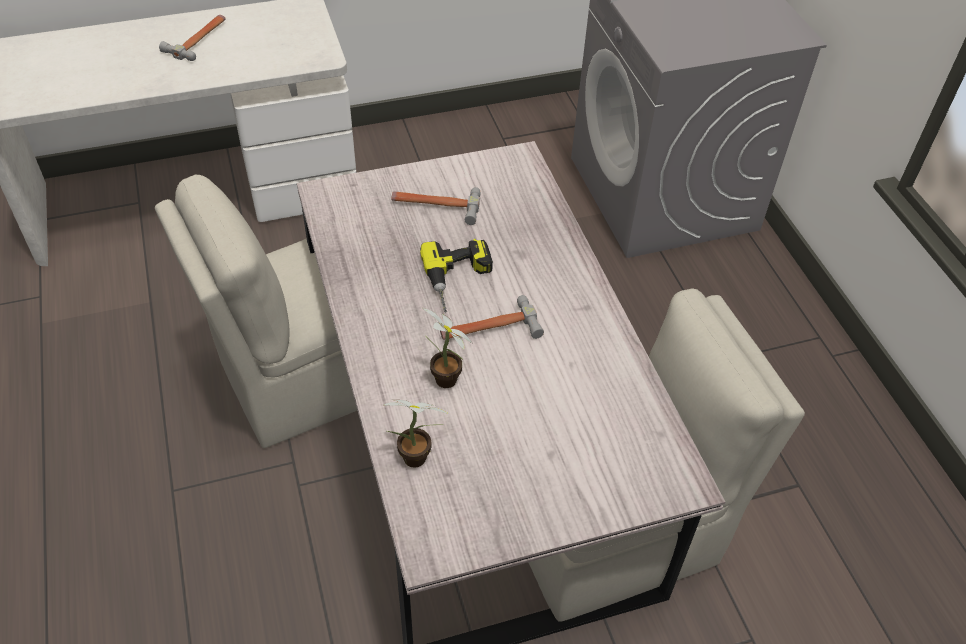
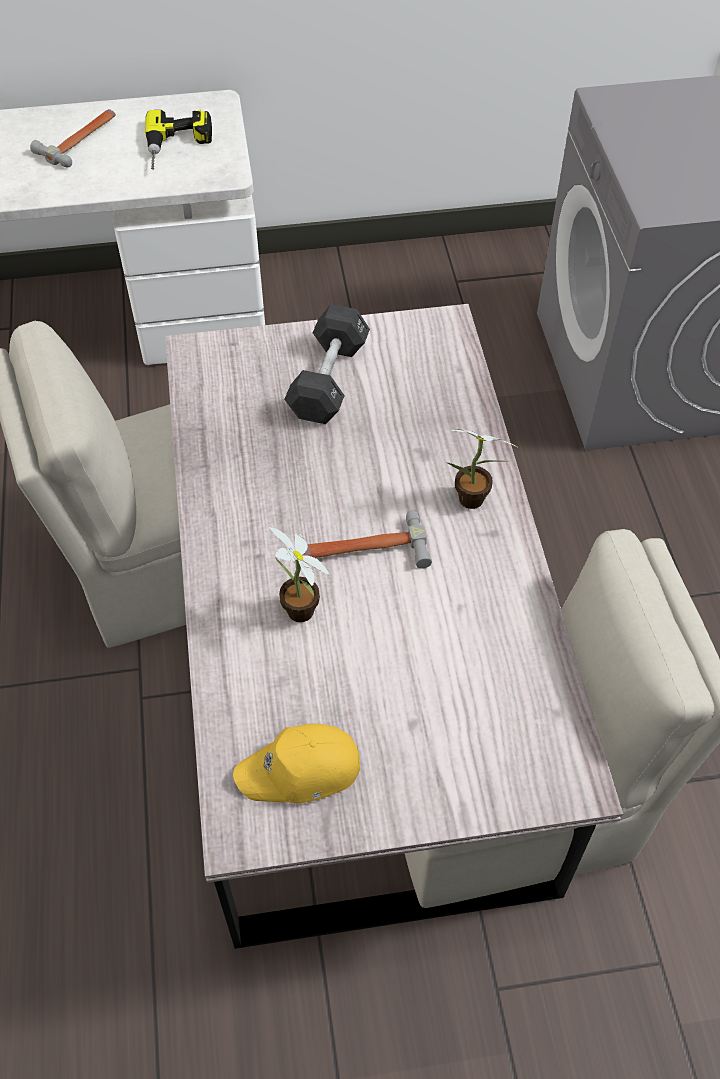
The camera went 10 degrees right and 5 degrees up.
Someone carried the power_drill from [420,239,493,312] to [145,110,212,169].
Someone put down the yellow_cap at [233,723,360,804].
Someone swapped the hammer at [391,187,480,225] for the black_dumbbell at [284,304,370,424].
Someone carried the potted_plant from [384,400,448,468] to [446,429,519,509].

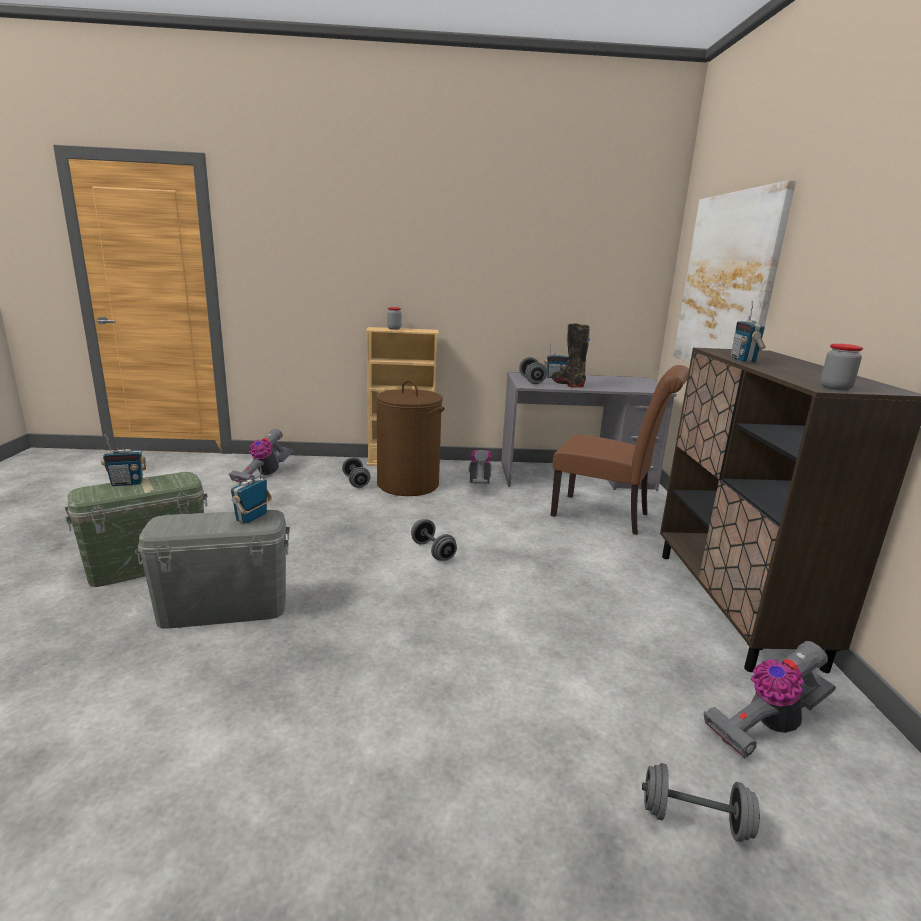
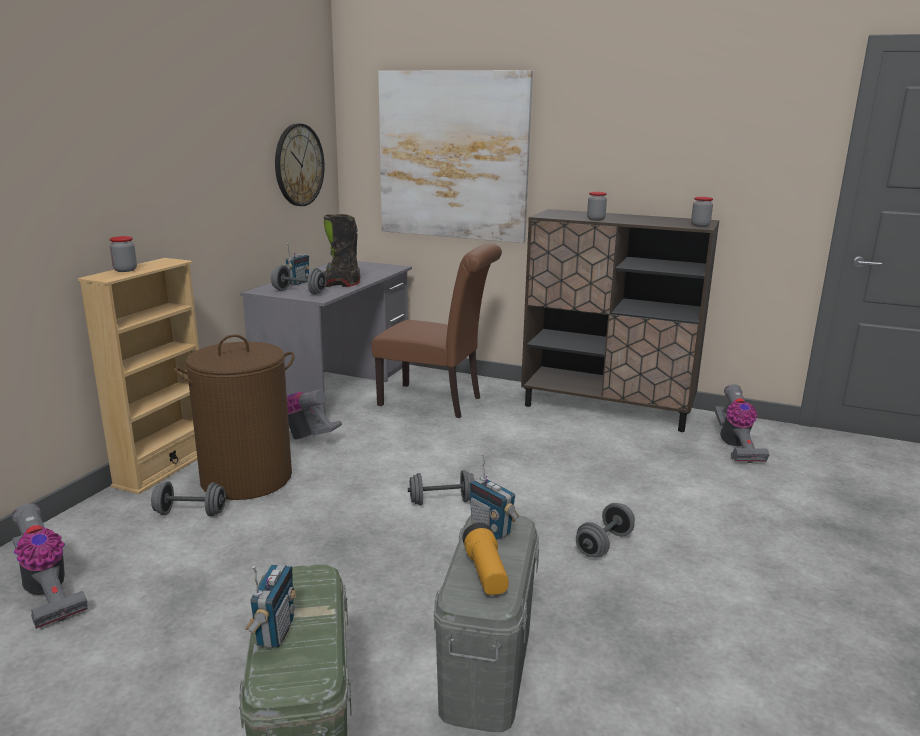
The camera went 65 degrees left and 0 degrees up.
Someone put up the wall_clock at [275,123,325,206].
Someone rotated the brown_chair at [551,365,689,535] by 60 degrees clockwise.
Someone put down the flashlight at [462,523,509,595].
Someone carried the grey_dumbbell from [642,763,760,842] to [576,503,635,557].
Someone swapped the radio at [731,301,765,362] for the jar at [587,192,607,221].

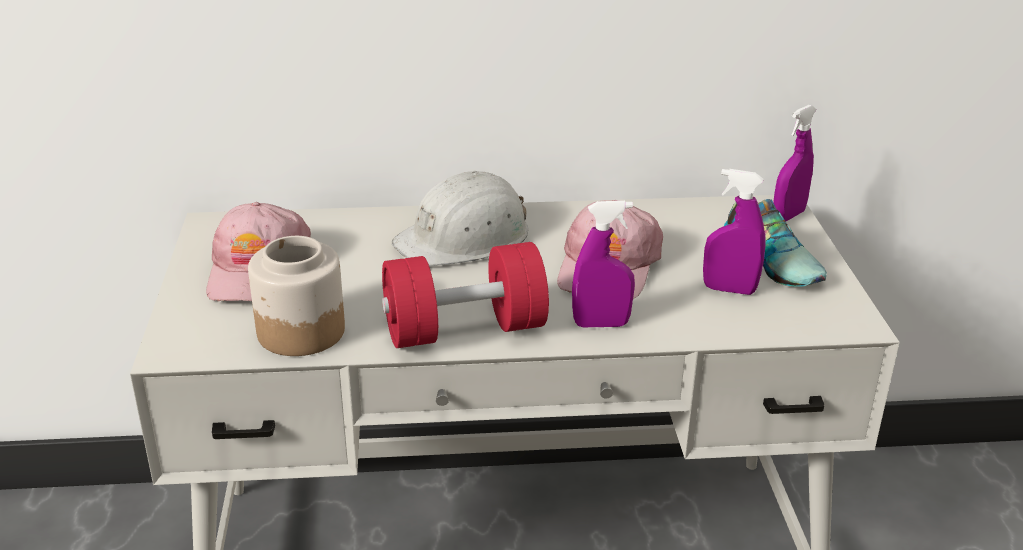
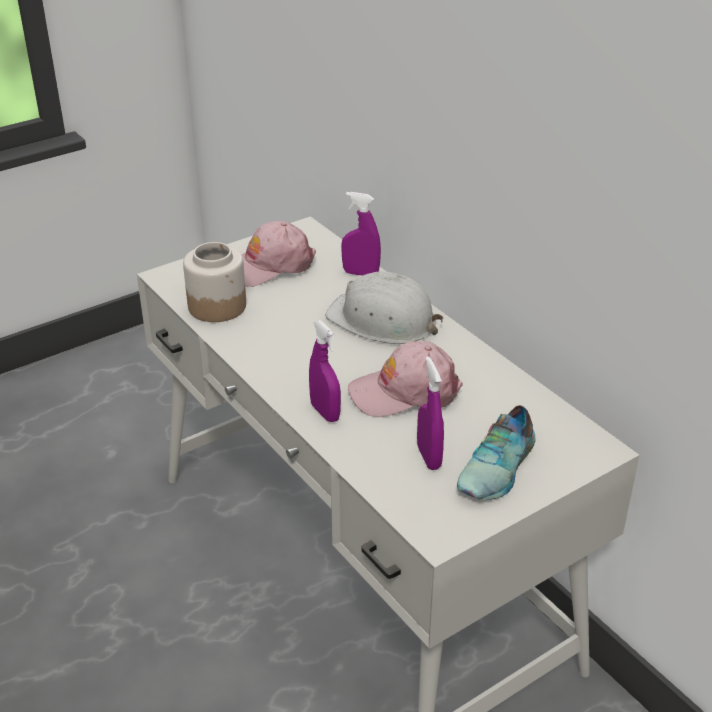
The camera went 60 degrees right and 5 degrees up.
Someone carried the purple_spray_bottle from [773,105,817,222] to [341,192,381,276].
Someone took away the red_dumbbell at [382,242,549,348].

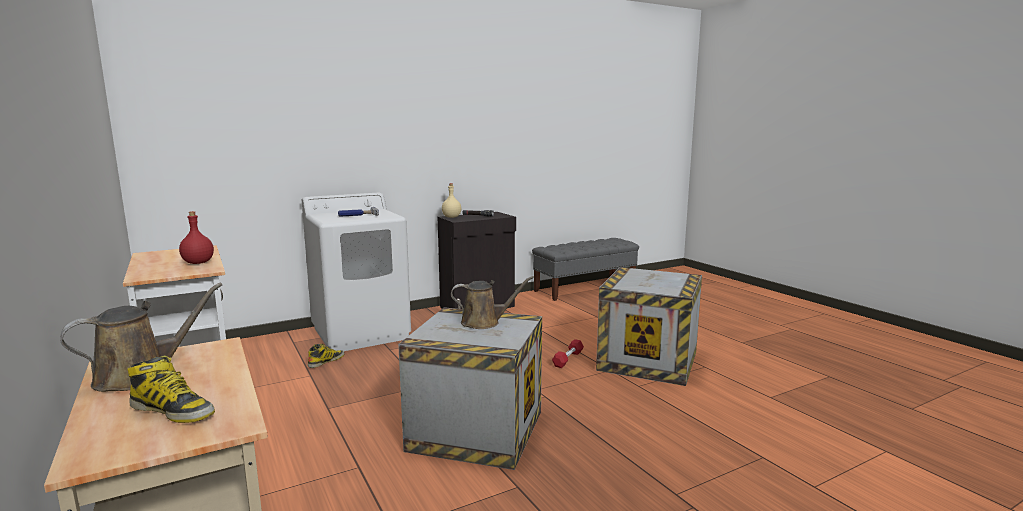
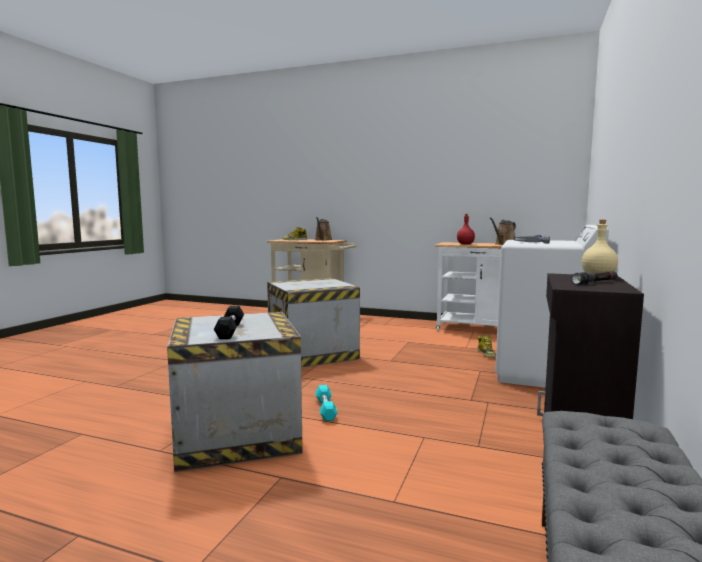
The camera went 140 degrees right and 5 degrees down.
Someone put down the black_dumbbell at [214,306,244,339].
Someone repainted the red_dumbbell at [552,339,584,368], which became the turquoise_dumbbell at [315,385,338,421].
Someone carried the brown_watering_can from [451,276,534,329] to [490,218,516,245].

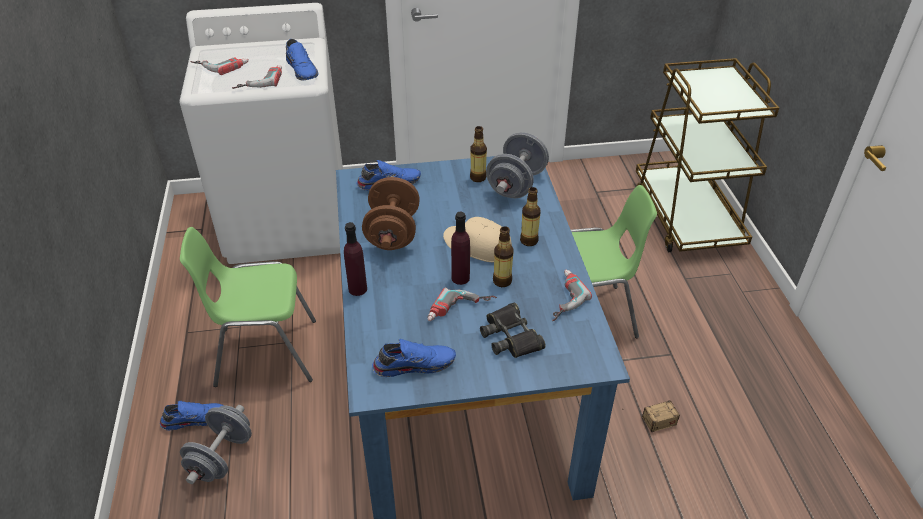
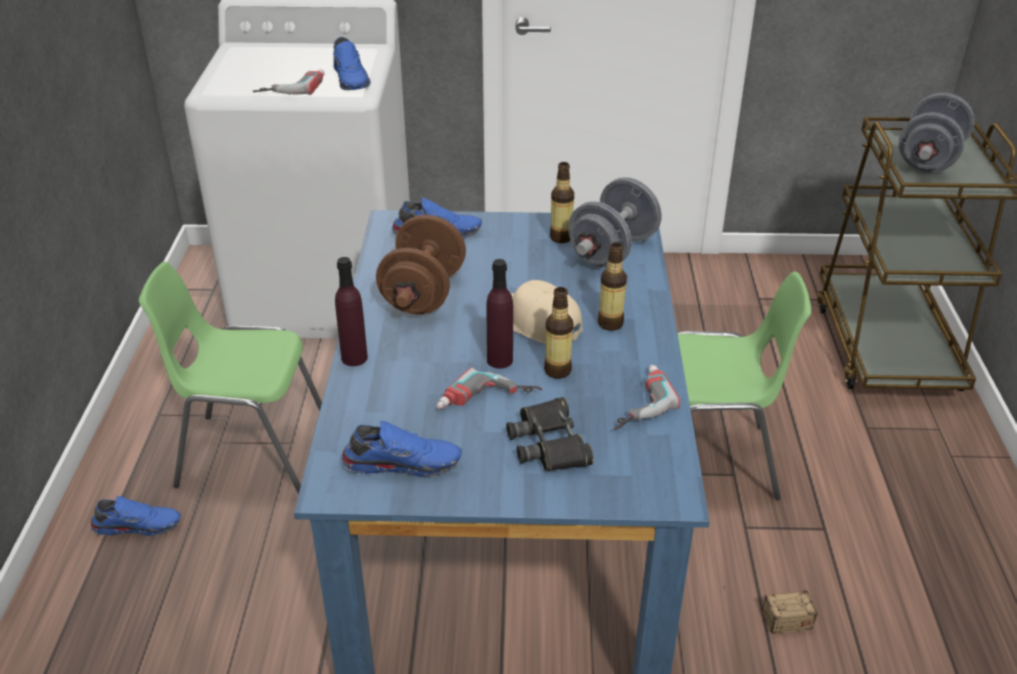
The camera went 10 degrees right and 5 degrees down.
Someone carried the grey_dumbbell from [180,405,252,484] to [898,93,975,173].
Someone took away the power_drill at [190,57,249,75].

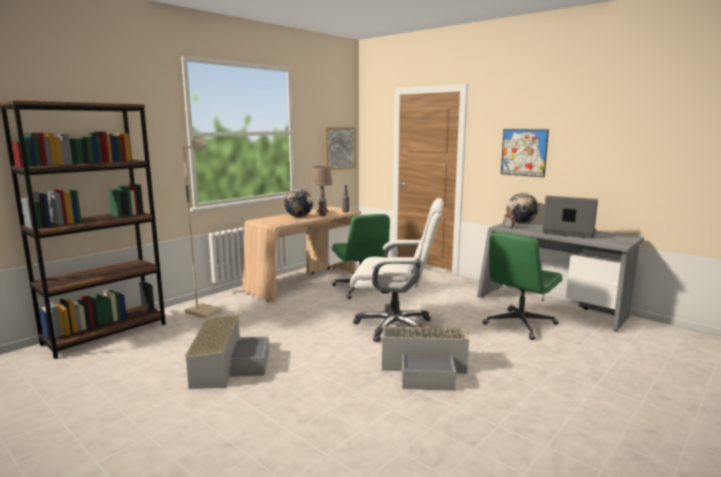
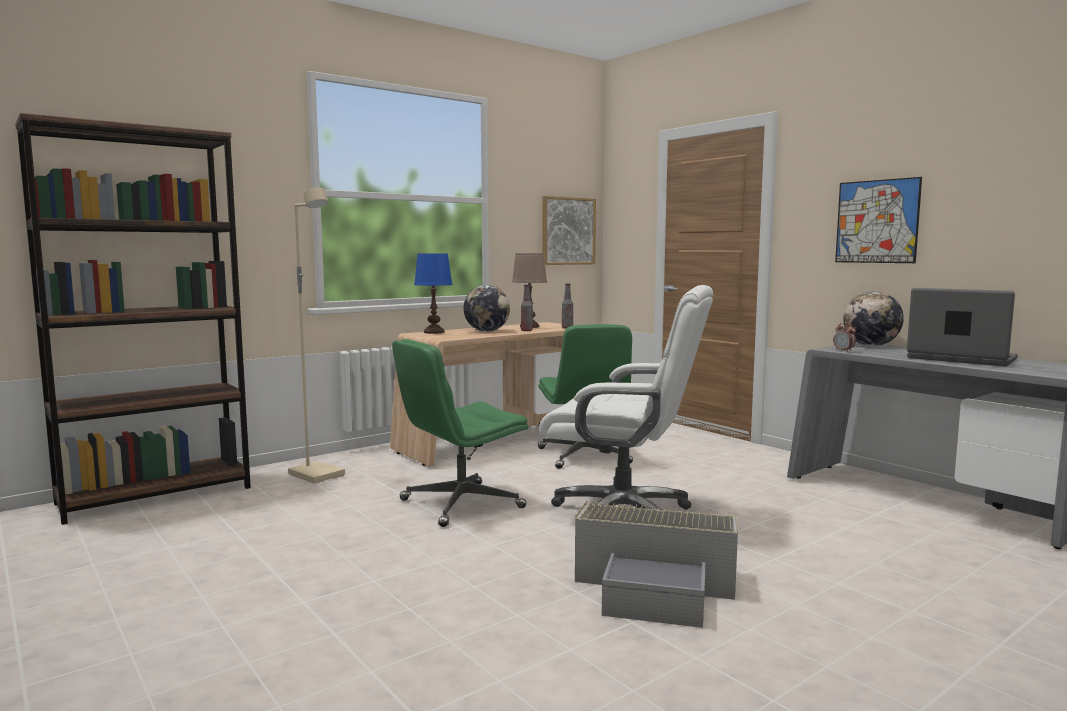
The camera went 10 degrees right and 5 degrees down.
Someone carried the green_office_chair from [483,232,563,340] to [392,339,528,527].
Someone put down the blue_table_lamp at [414,253,452,334].
Someone took away the grey_storage_box at [185,315,269,389].

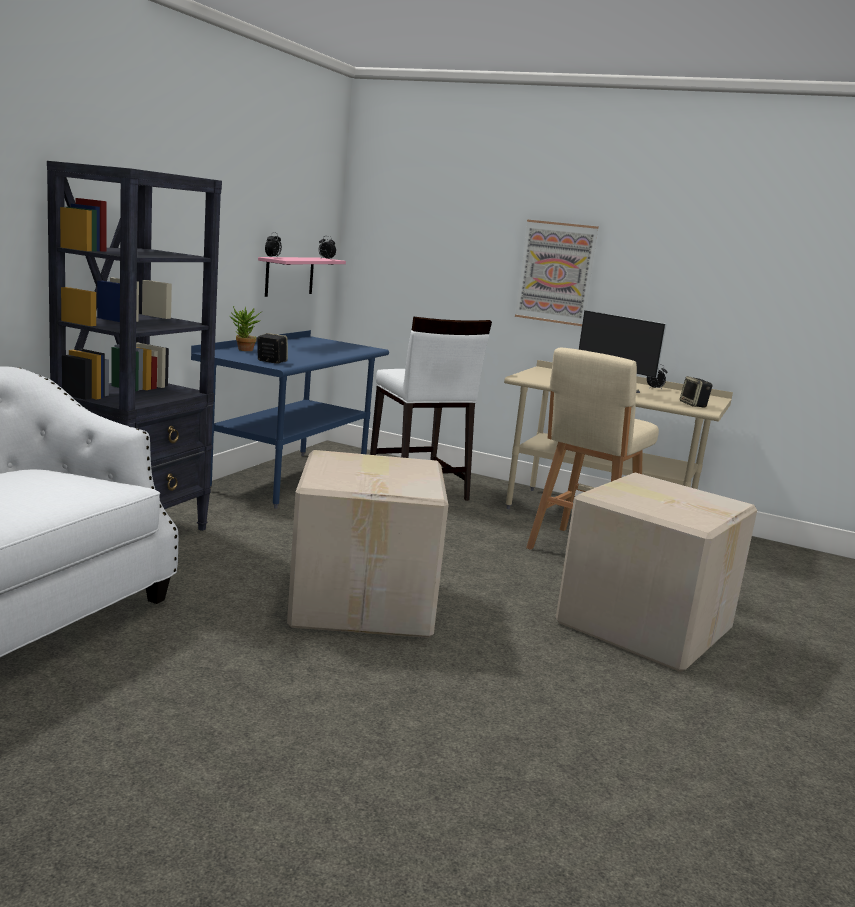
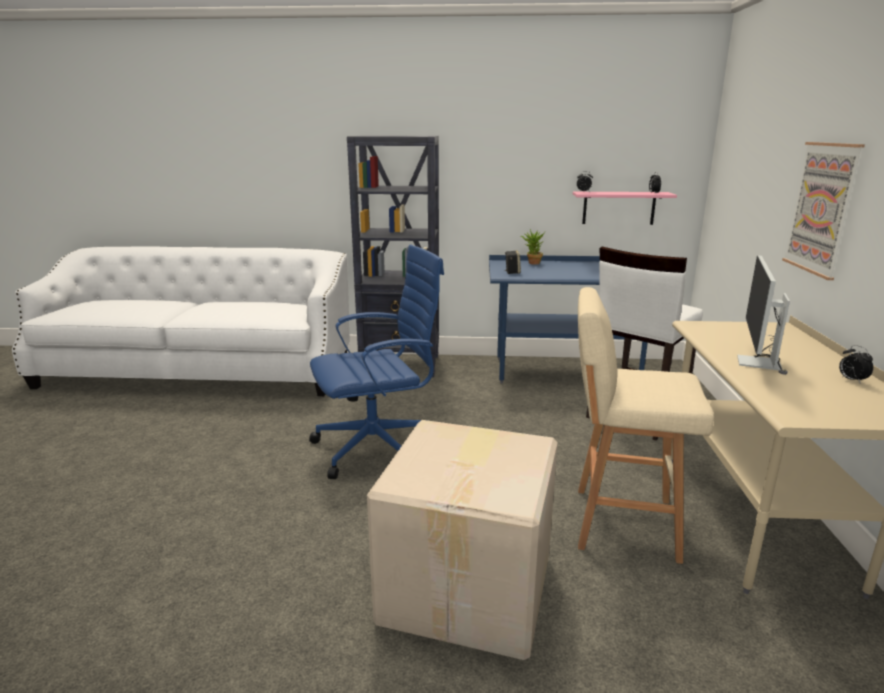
The camera went 70 degrees right and 5 degrees up.
Someone swapped the cardboard_box at [287,450,448,638] for the blue_office_chair at [309,245,444,479].
Someone took away the speaker at [680,376,713,408].

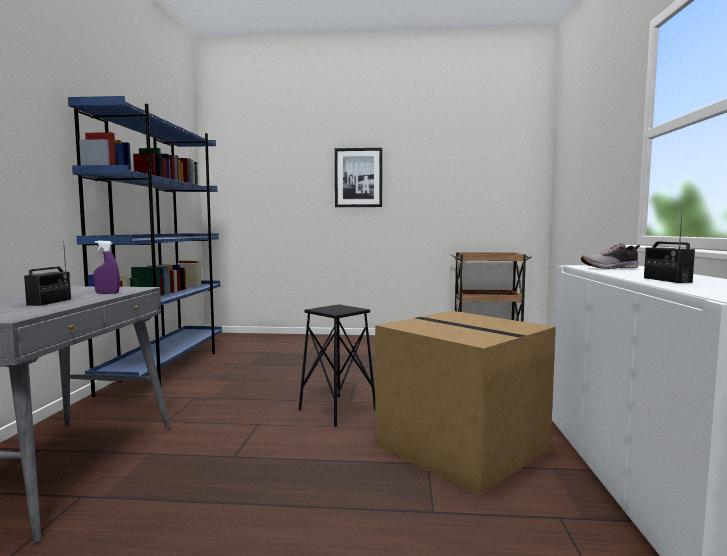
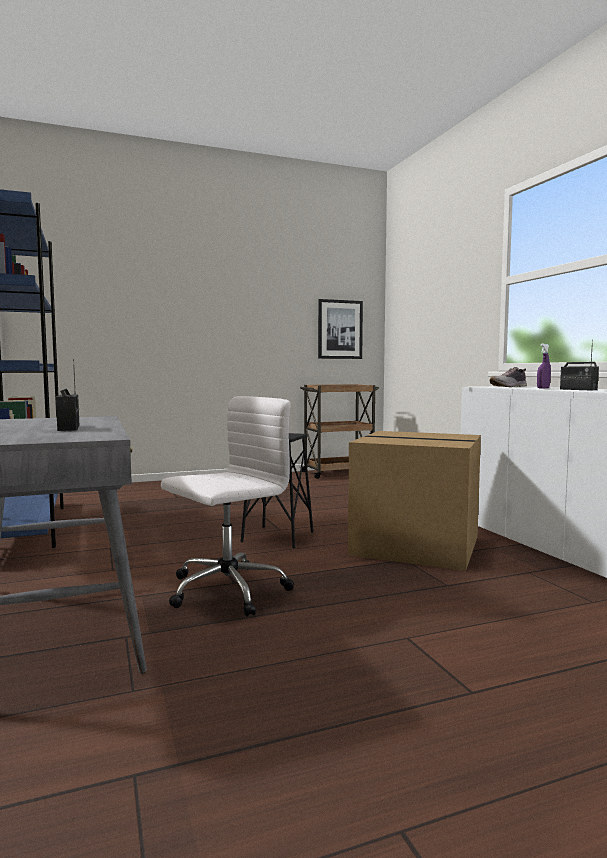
The camera went 25 degrees left and 0 degrees up.
Someone put down the white_office_chair at [161,396,294,616].
Someone carried the picture from [335,148,382,207] to [318,299,363,359].
Someone carried the purple_spray_bottle from [93,241,120,294] to [537,344,551,388].

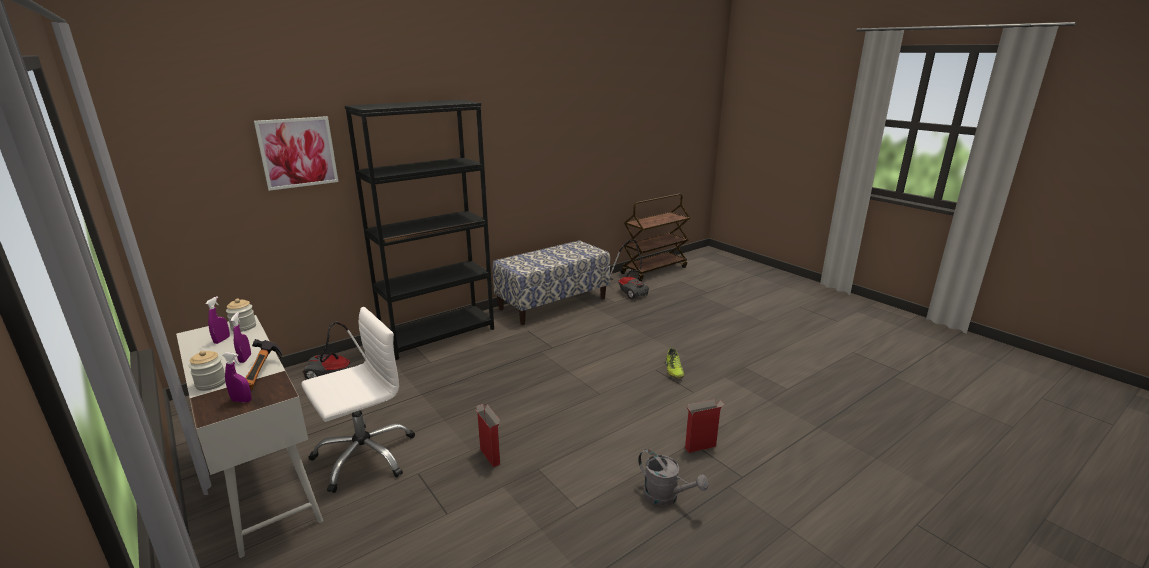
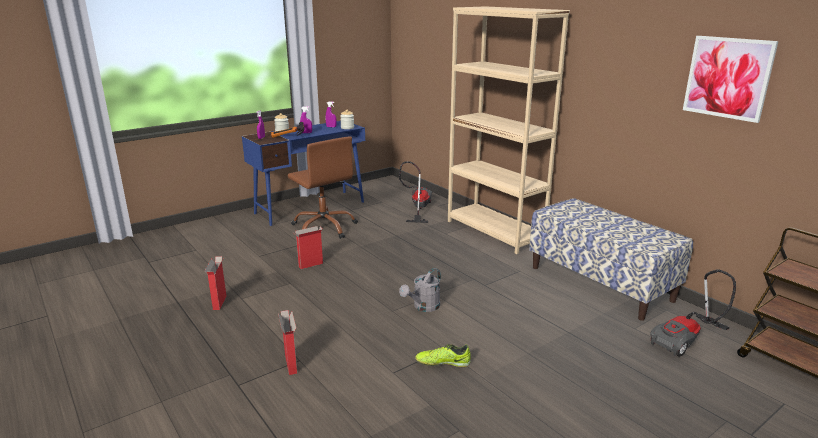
The camera went 90 degrees right and 0 degrees up.
Someone put down the cardboard_box at [204,256,227,310].
Someone repainted the white_desk at [176,315,323,558], which became the blue_desk at [242,121,365,226].
Someone repainted the white_office_chair at [301,307,415,493], which became the brown_office_chair at [288,136,358,239].
Someone carried the grey_watering_can from [638,449,709,506] to [399,268,441,312].
Someone repainted the black_bookcase at [344,100,494,360], which became the beige_bookcase at [448,6,570,254].
Someone carried the picture from [254,116,338,191] to [683,36,779,123].

